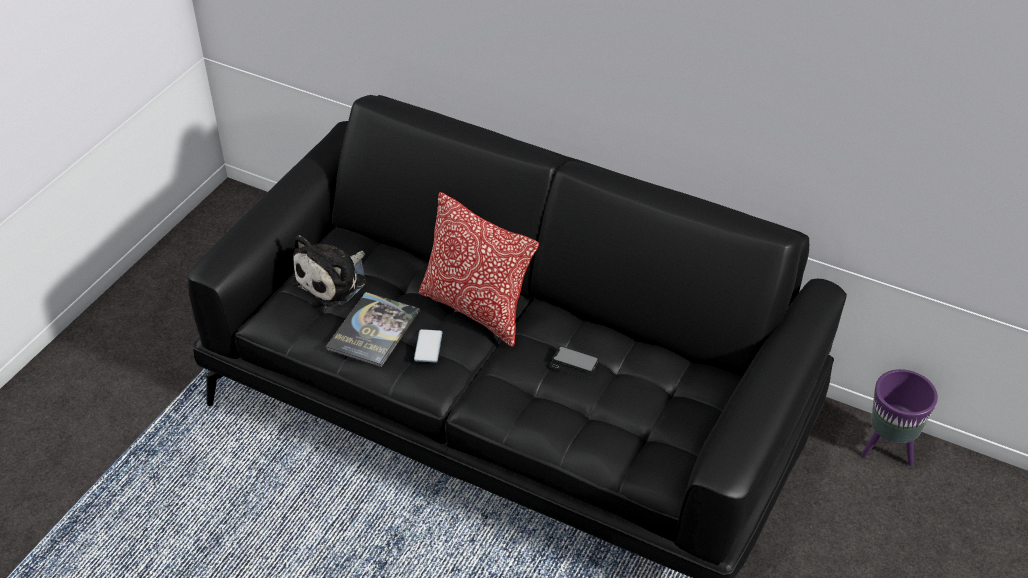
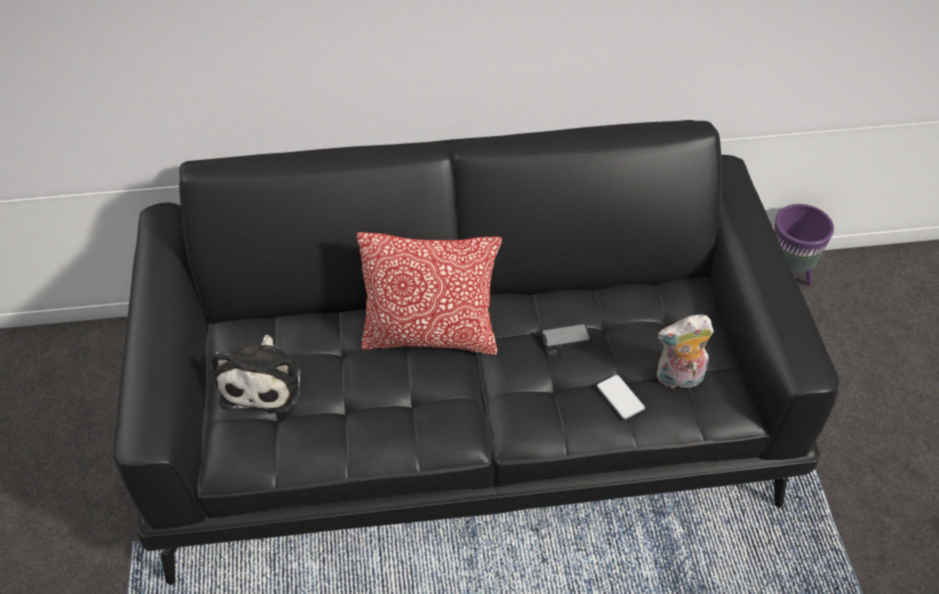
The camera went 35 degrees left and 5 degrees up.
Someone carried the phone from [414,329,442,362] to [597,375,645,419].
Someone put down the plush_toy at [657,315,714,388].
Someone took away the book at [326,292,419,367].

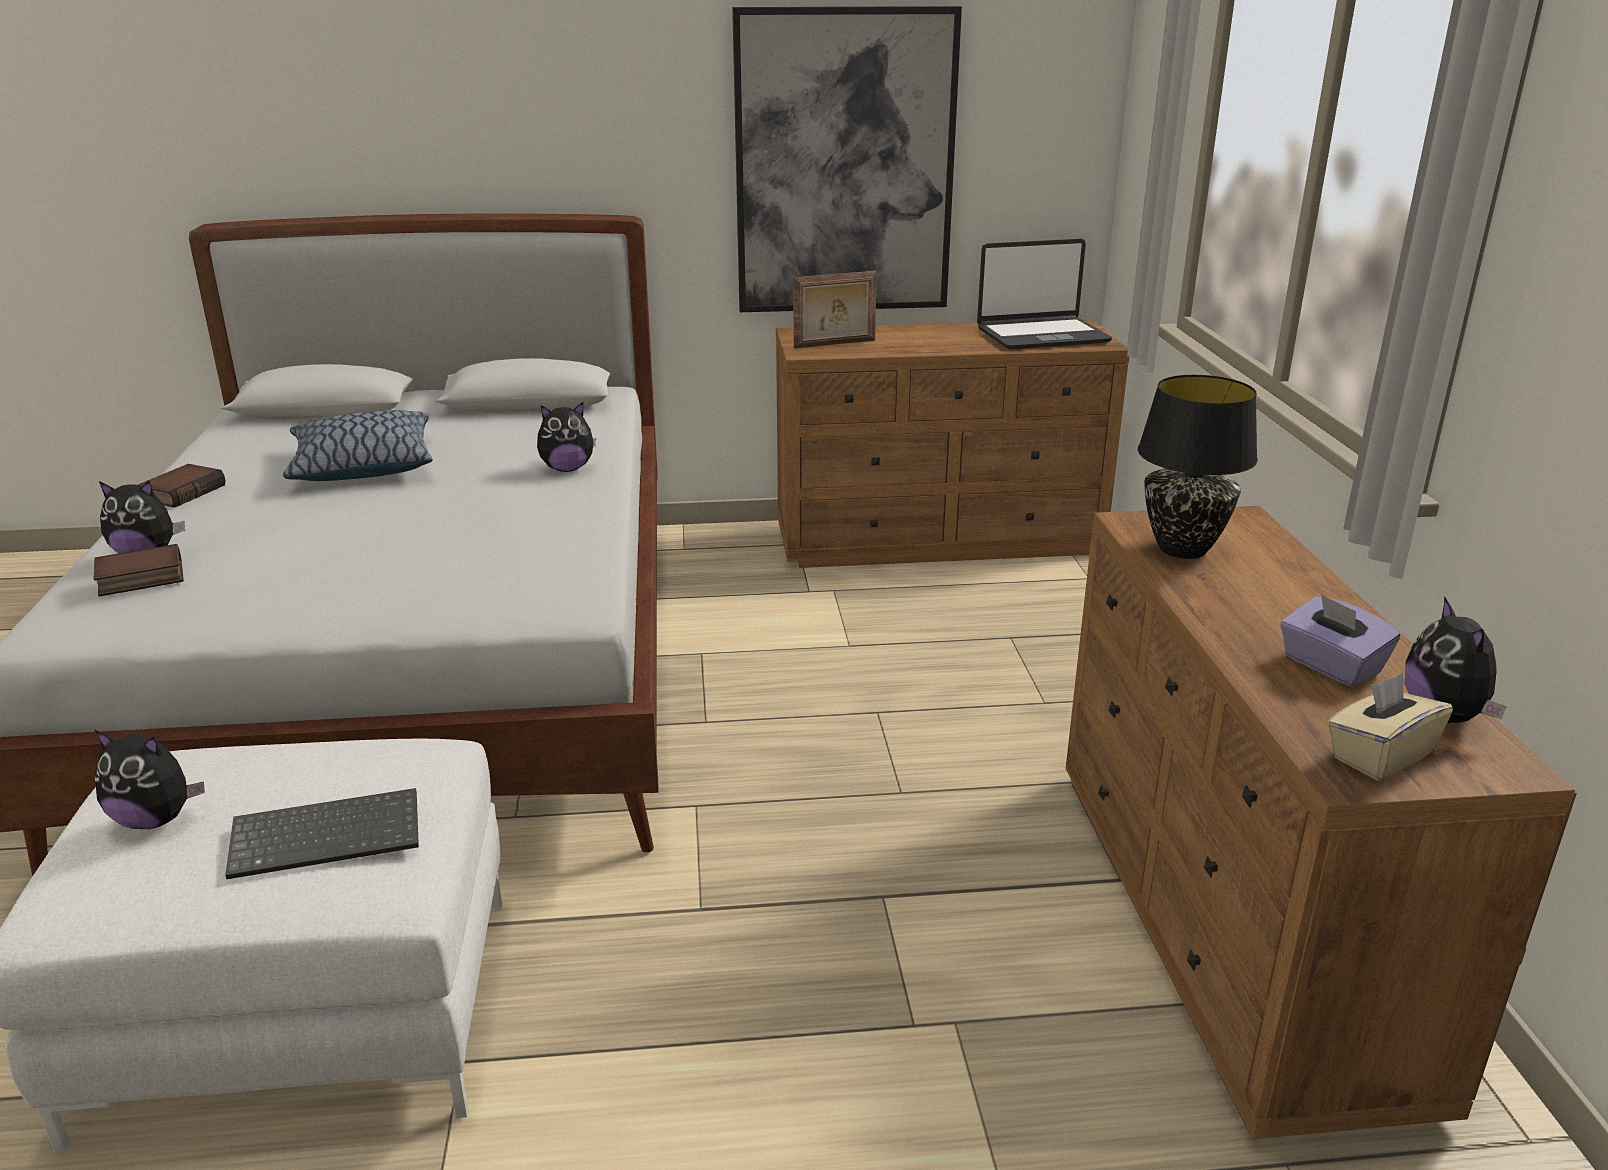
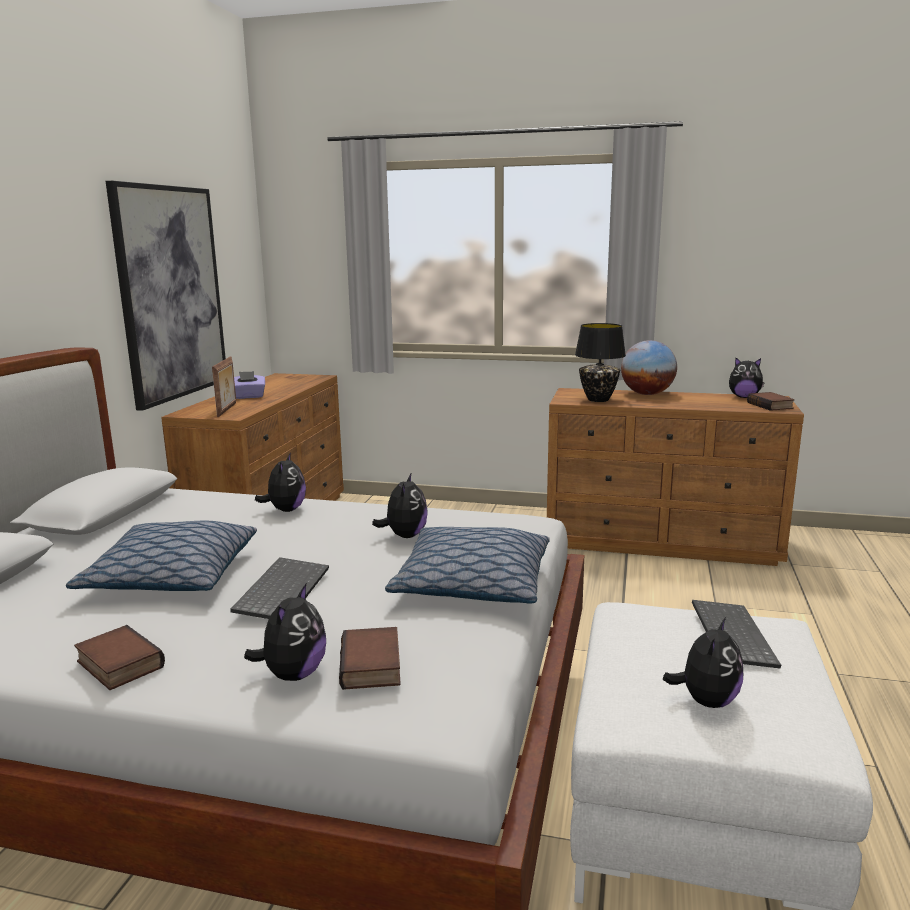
The camera went 70 degrees left and 10 degrees down.
Someone put down the keyboard at [230,557,329,619].
Someone carried the purple_tissue_box from [1280,594,1400,687] to [234,371,265,399].
Someone put down the plush_toy at [372,472,428,538].
Someone put down the pillow at [385,527,550,604].
Someone put down the globe at [621,340,677,395].
Someone swapped the beige_tissue_box at [1327,673,1453,781] for the book at [747,392,795,411].
Someone took away the laptop at [977,239,1112,350].

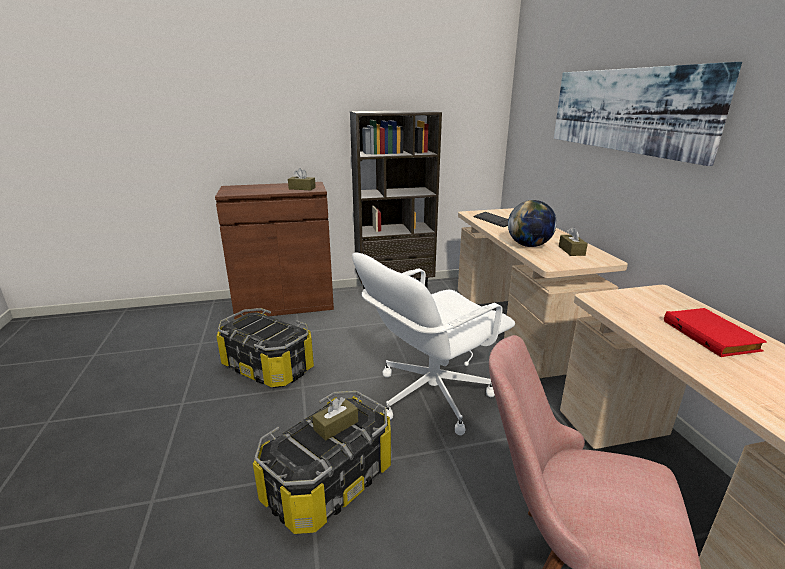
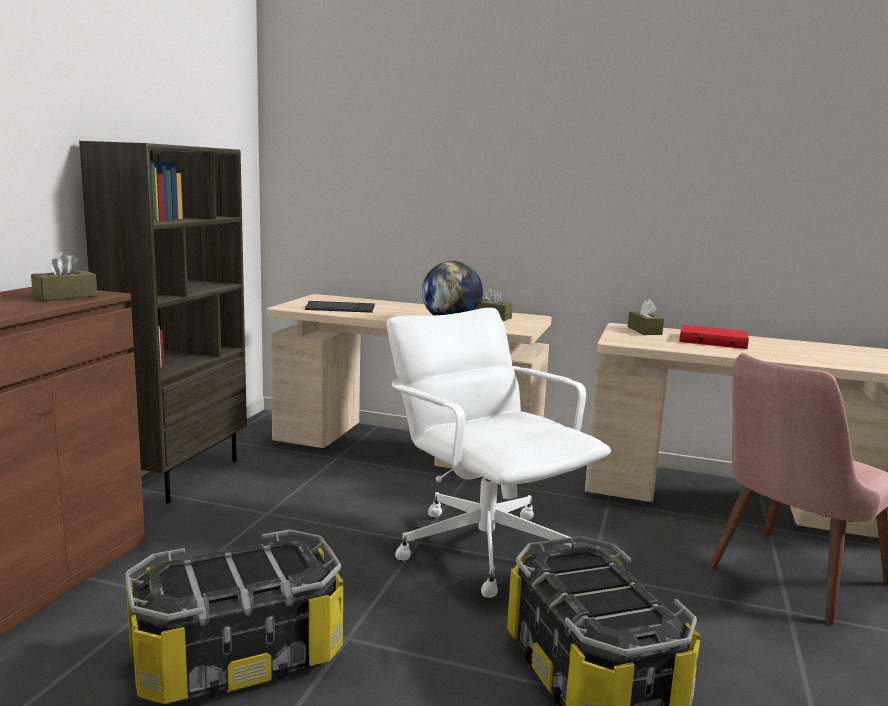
The camera went 60 degrees left and 10 degrees down.
Someone rotated the white_office_chair at [352,253,515,435] by 150 degrees clockwise.
Someone carried the brown_tissue_box from [312,397,358,441] to [628,299,664,335].
Someone took away the picture at [554,62,742,166].

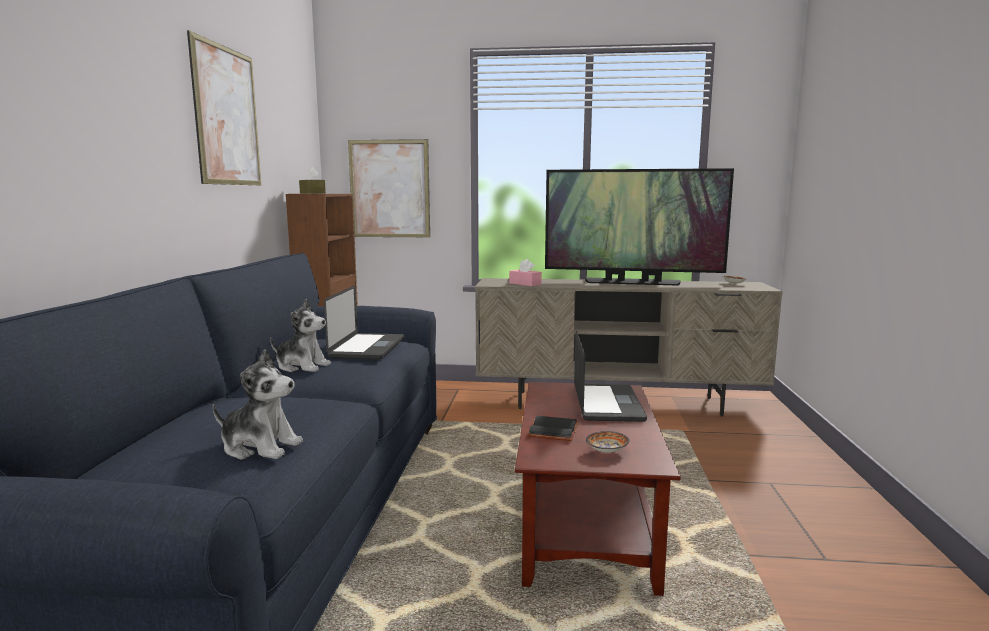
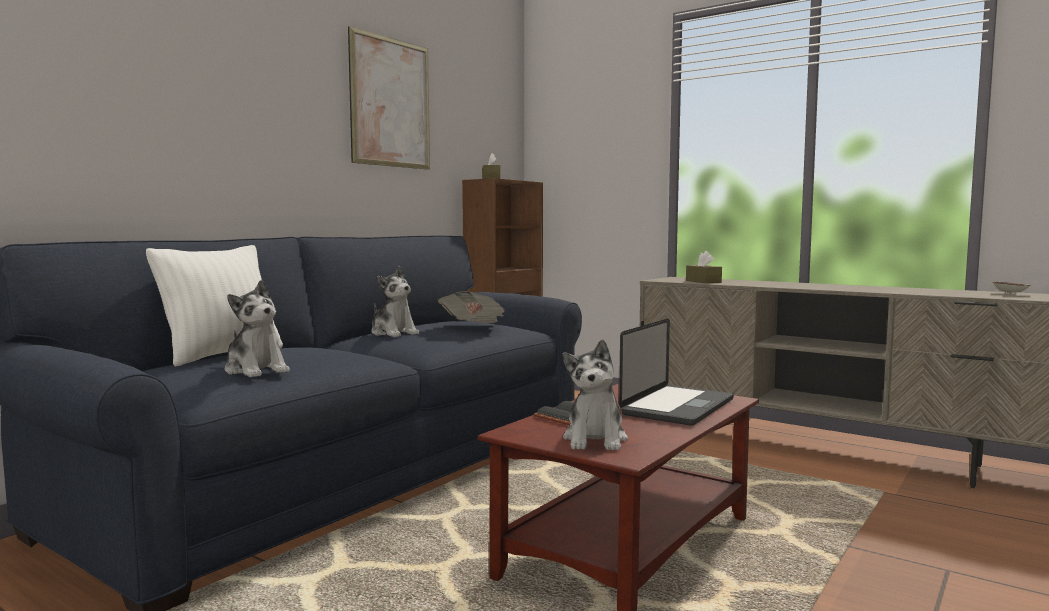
The camera went 30 degrees right and 5 degrees down.
Someone put down the white_pillow at [146,245,283,366].
Someone swapped the laptop at [324,286,404,359] for the newspaper at [438,291,505,323].
Someone swapped the bowl at [586,431,629,453] for the plush_toy at [562,339,628,451].
Someone repainted the pink_tissue_box at [509,259,542,286], which became the brown_tissue_box at [686,251,722,283].
Someone took away the picture at [348,139,430,237].
Someone took away the television at [545,168,734,286].

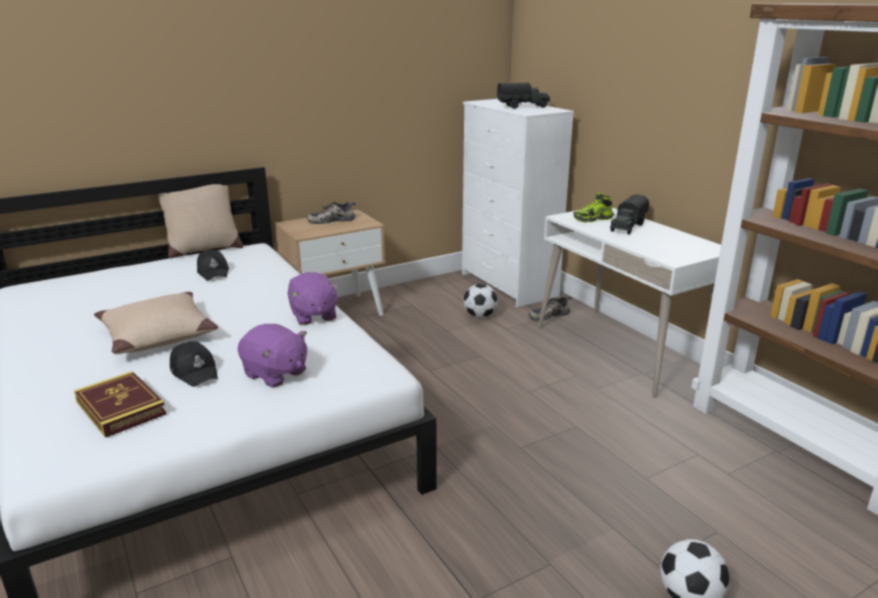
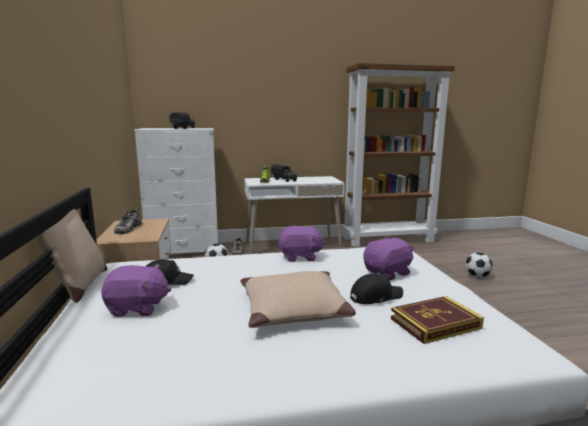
The camera went 70 degrees left and 10 degrees down.
Someone put down the purple_plush_toy at [101,264,171,317].

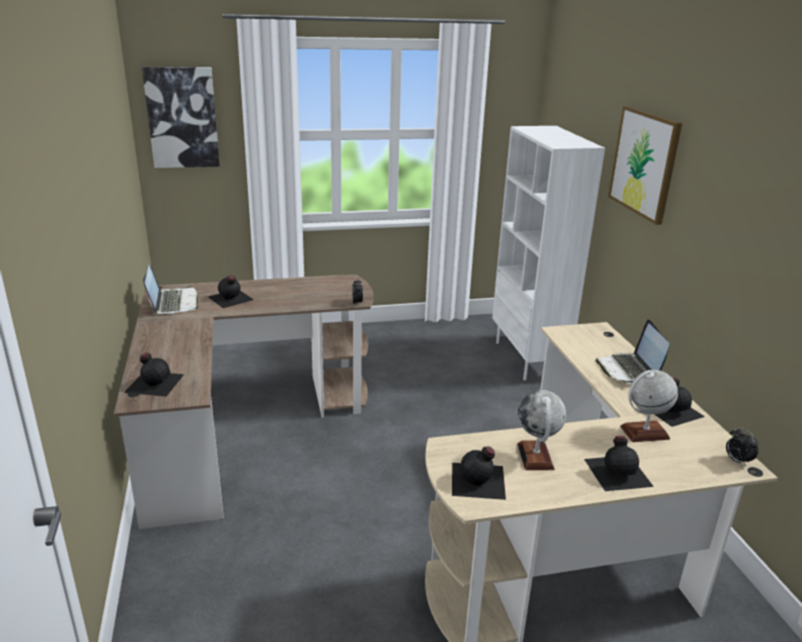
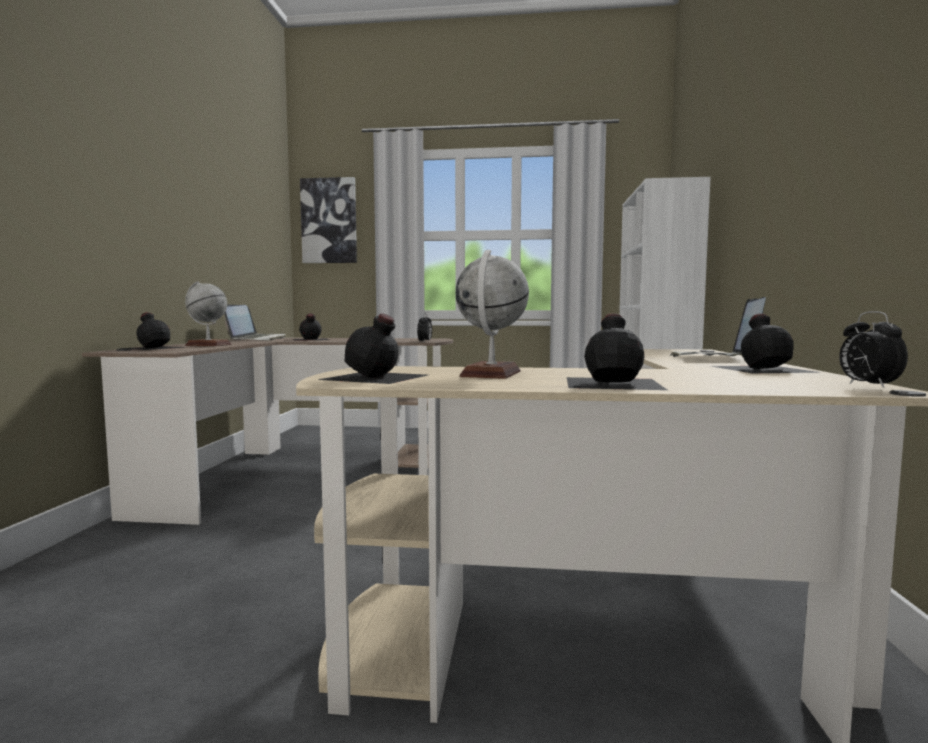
The camera went 20 degrees right and 20 degrees down.
Someone carried the globe from [620,370,678,442] to [185,281,231,346].
Someone took away the picture at [608,106,682,225].

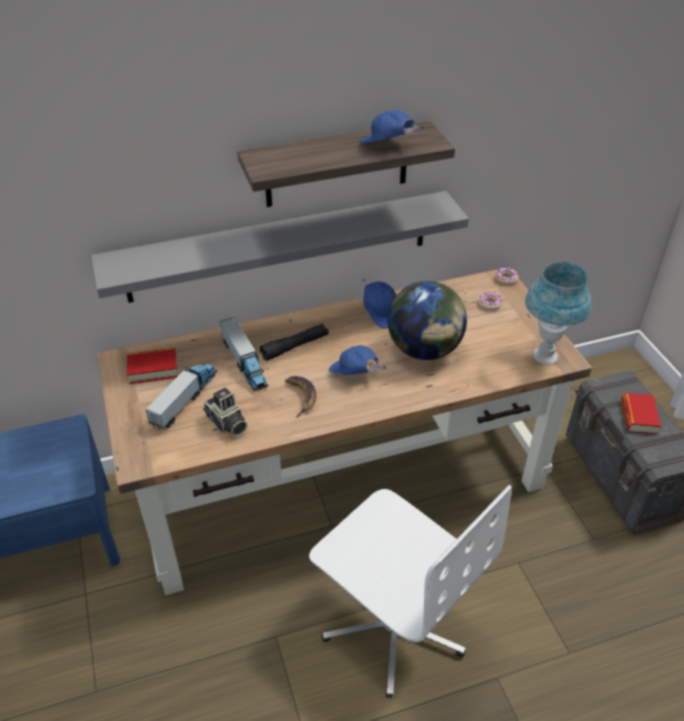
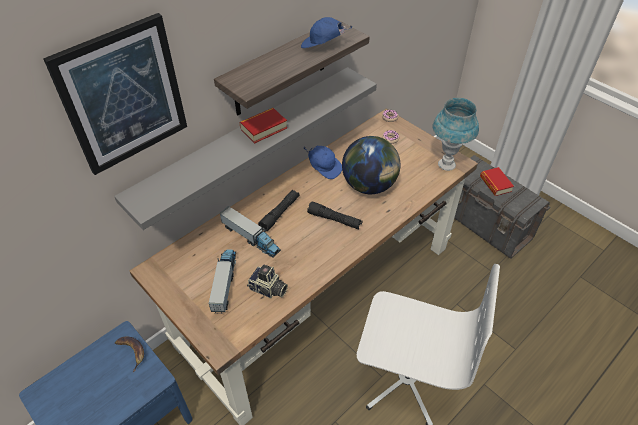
The camera went 25 degrees left and 5 degrees up.
Someone put up the picture at [43,13,187,175].
Someone carried the banana from [285,376,316,418] to [115,337,144,372].
Someone carried the book from [127,347,178,384] to [239,108,287,143].
Someone swapped the blue_cap at [329,345,386,375] for the black_flashlight at [307,201,362,229].

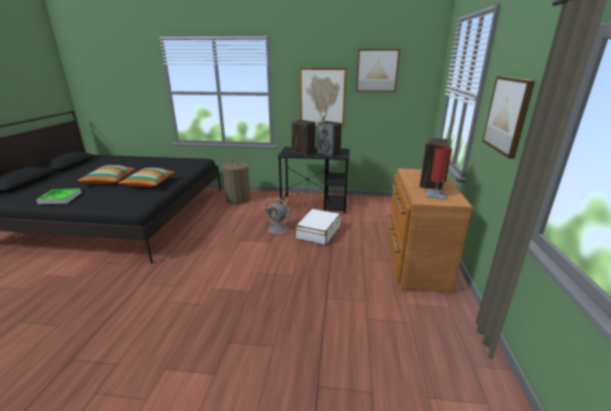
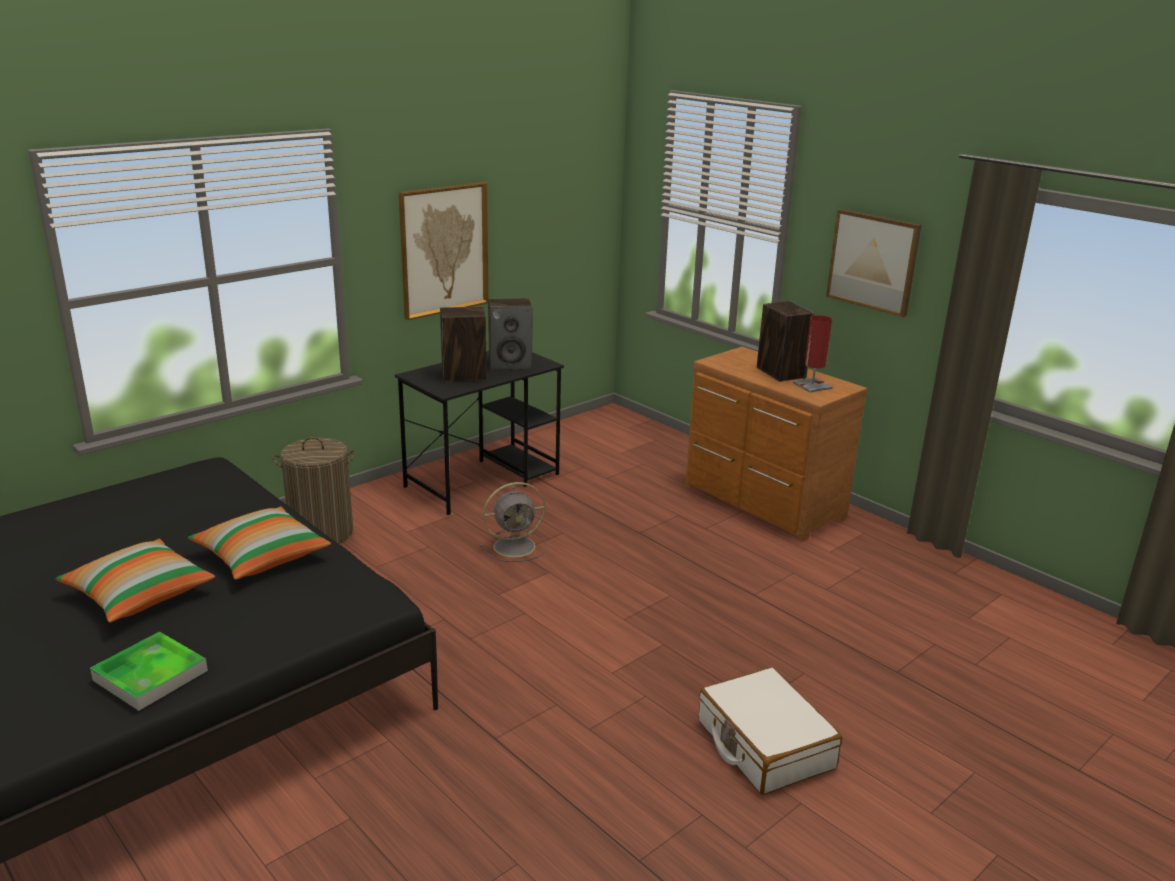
The camera went 50 degrees left and 0 degrees up.
Someone carried the white_suitcase from [295,209,341,245] to [699,667,842,795].
Someone took away the picture at [356,49,400,92].

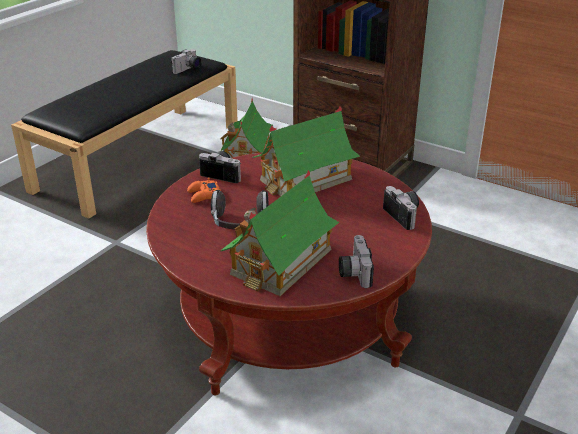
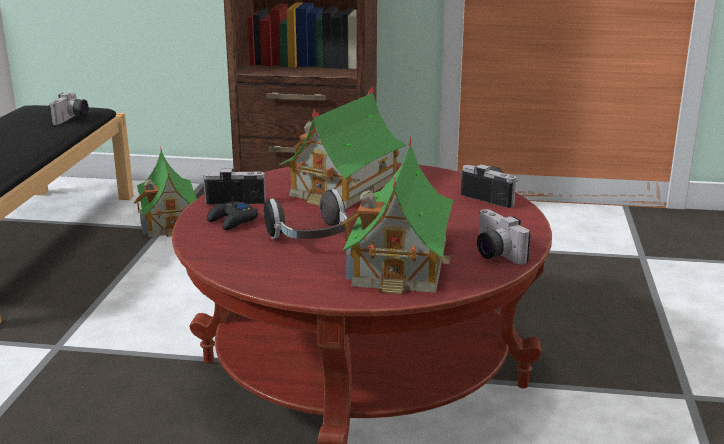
The camera went 25 degrees left and 10 degrees down.
Someone repainted the orange_game_controller at [187,178,221,203], which became the black_game_controller at [207,197,258,230].

